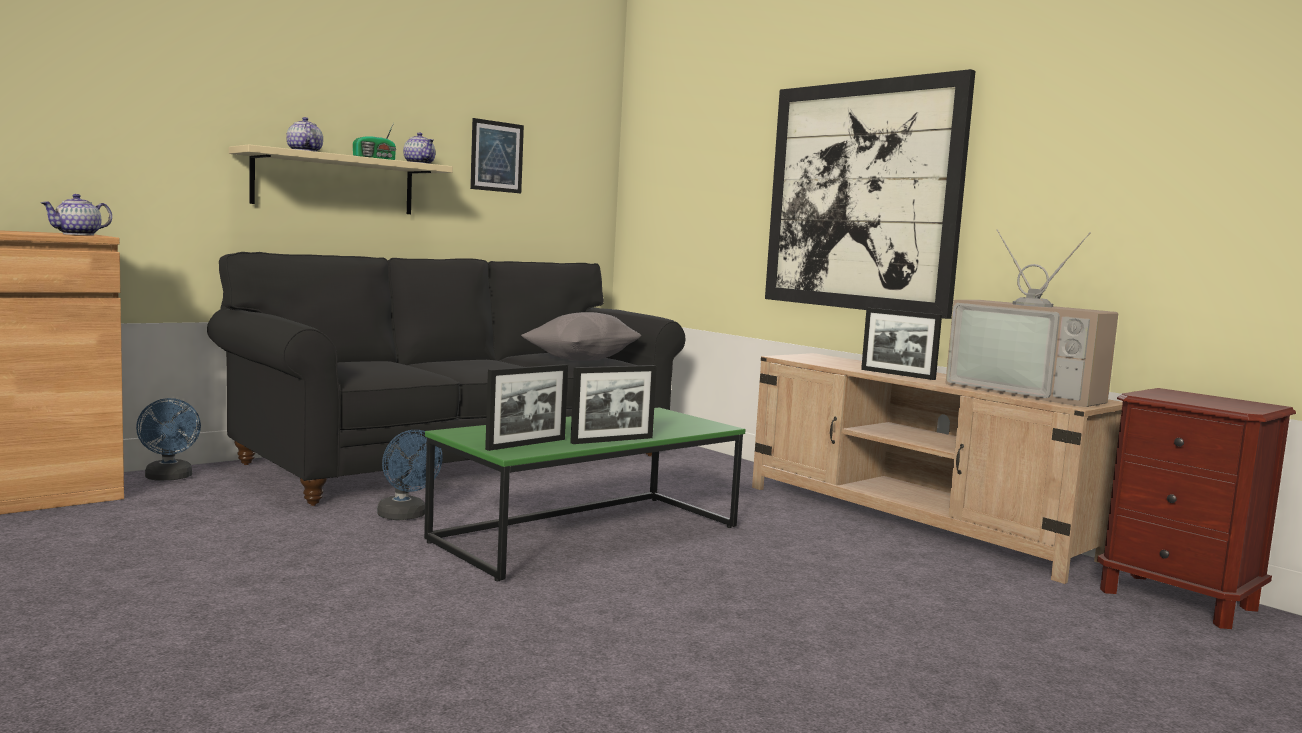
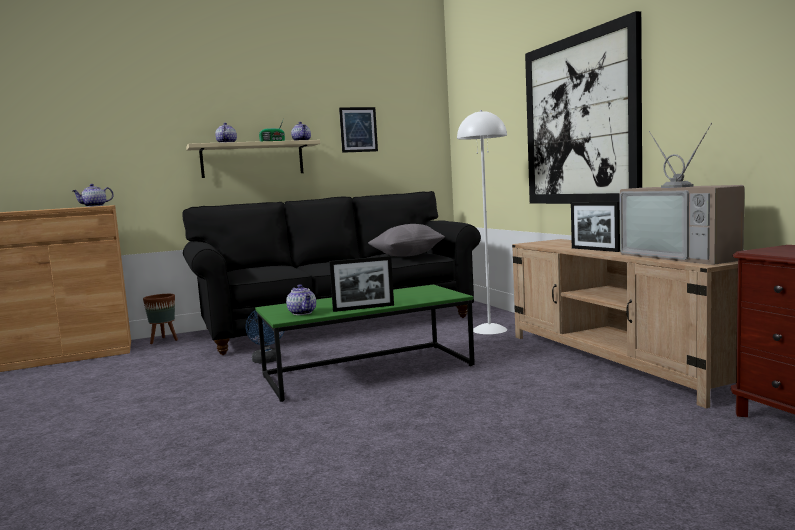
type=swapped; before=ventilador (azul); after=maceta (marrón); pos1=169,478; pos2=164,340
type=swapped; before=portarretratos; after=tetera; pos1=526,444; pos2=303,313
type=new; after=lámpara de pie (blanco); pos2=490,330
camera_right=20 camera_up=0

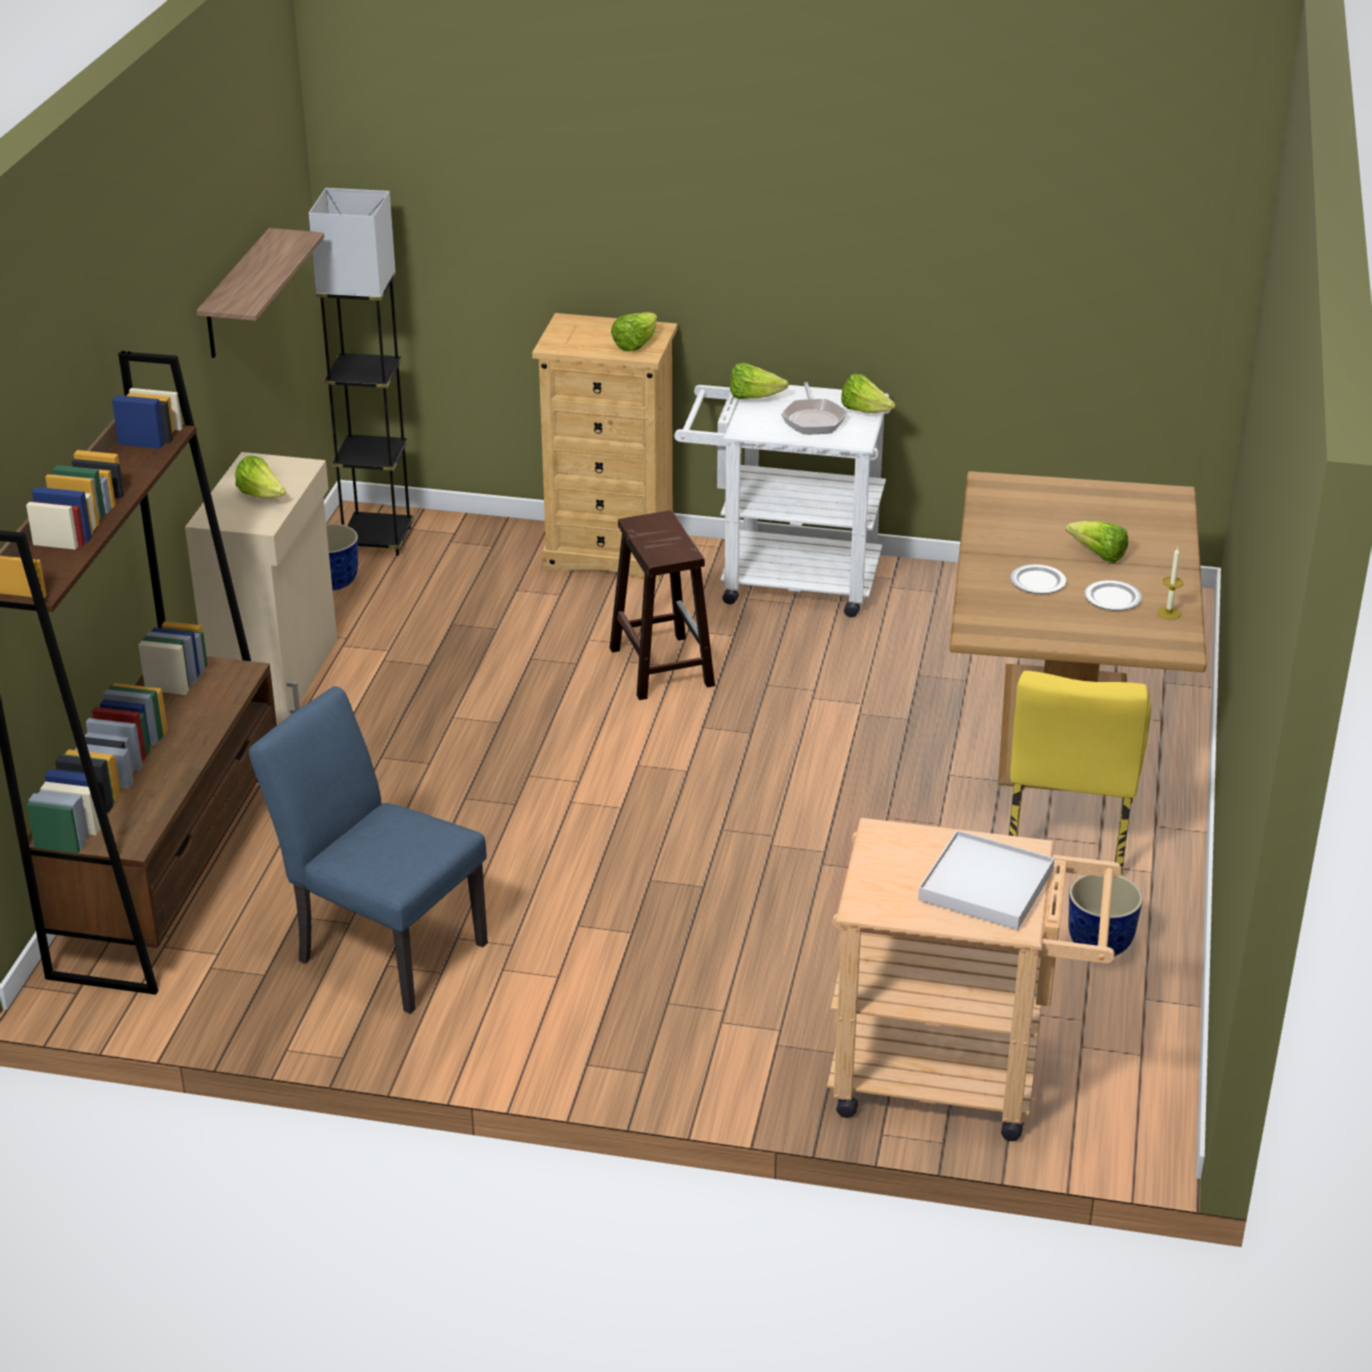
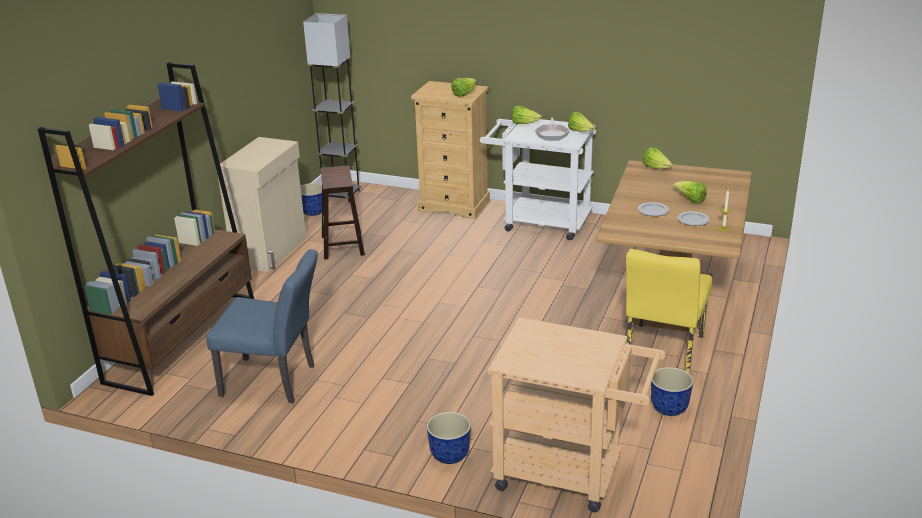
type=gone; before=estante; pos1=236,295
type=shifted; before=lechuga; pos1=262,496; pos2=656,168
type=rotated; before=silla (azul); pos1=381,947; pos2=275,381; turn=150
type=shifted; before=taburete (marrón); pos1=660,666; pos2=342,245
type=gone; before=bandeja (blanco); pos1=986,885
type=new; after=maceta; pos2=449,456
camera_right=10 camera_up=-5

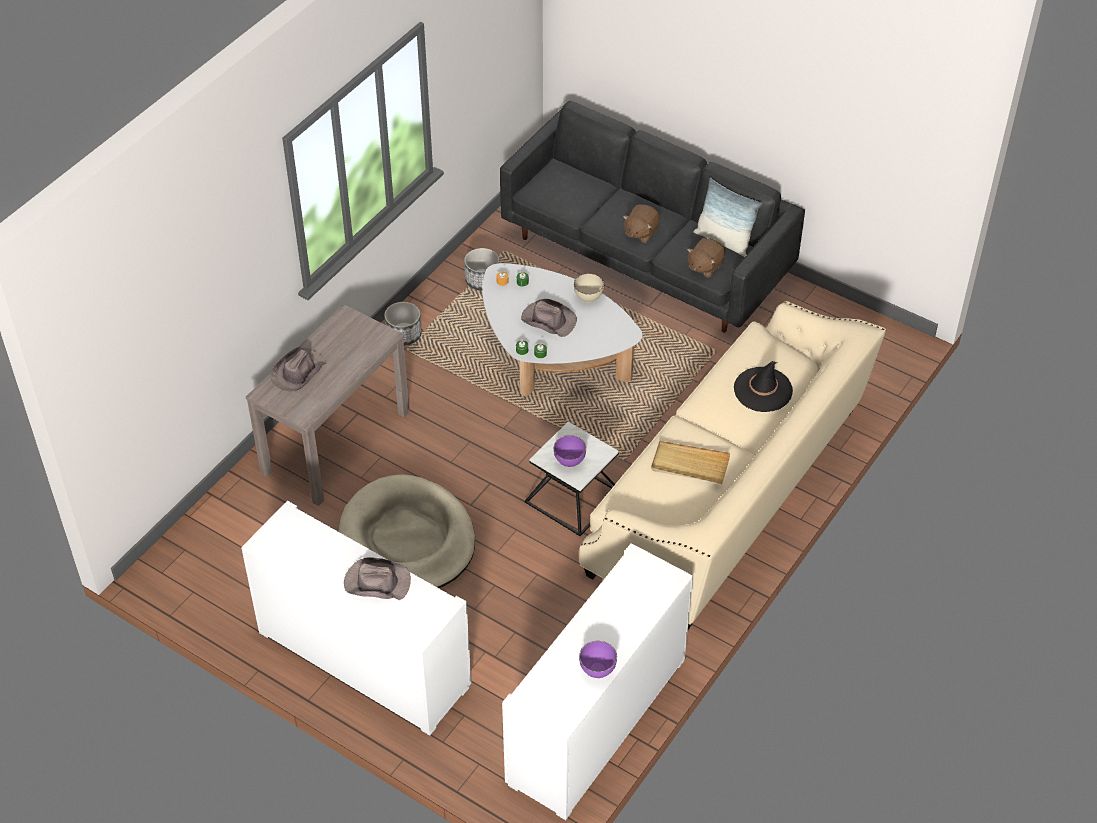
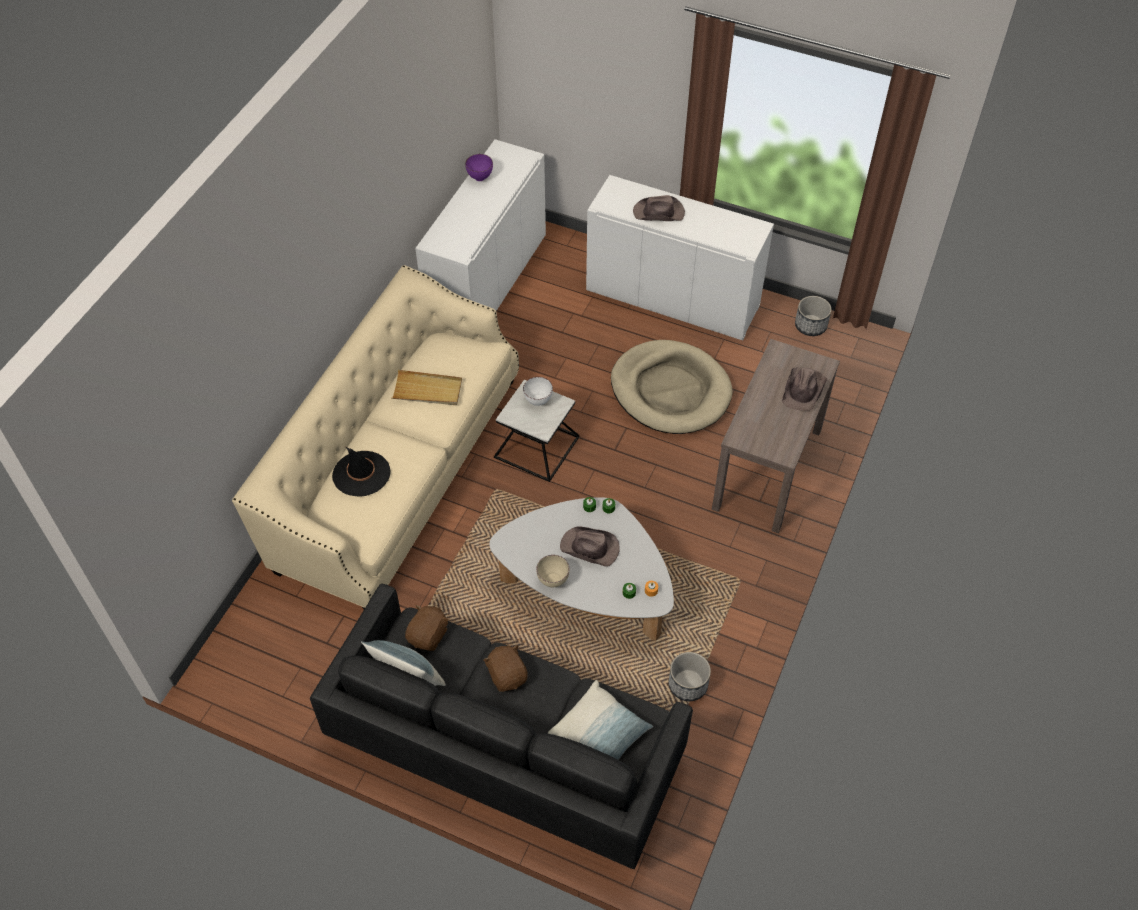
type=shifted; before=maceta; pos1=403,334; pos2=810,325
type=repainted; before=cuenco (morado); after=cuenco (blanco); pos1=569,462; pos2=538,402
type=rotated; before=peluche (marrón); pos1=641,232; pos2=507,675; turn=-45
type=new; after=cojín; pos2=600,735
camera_right=170 camera_up=5

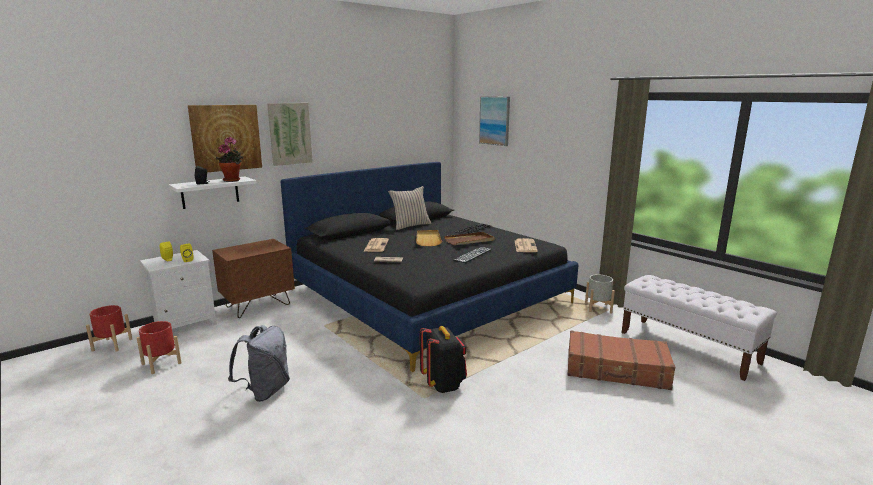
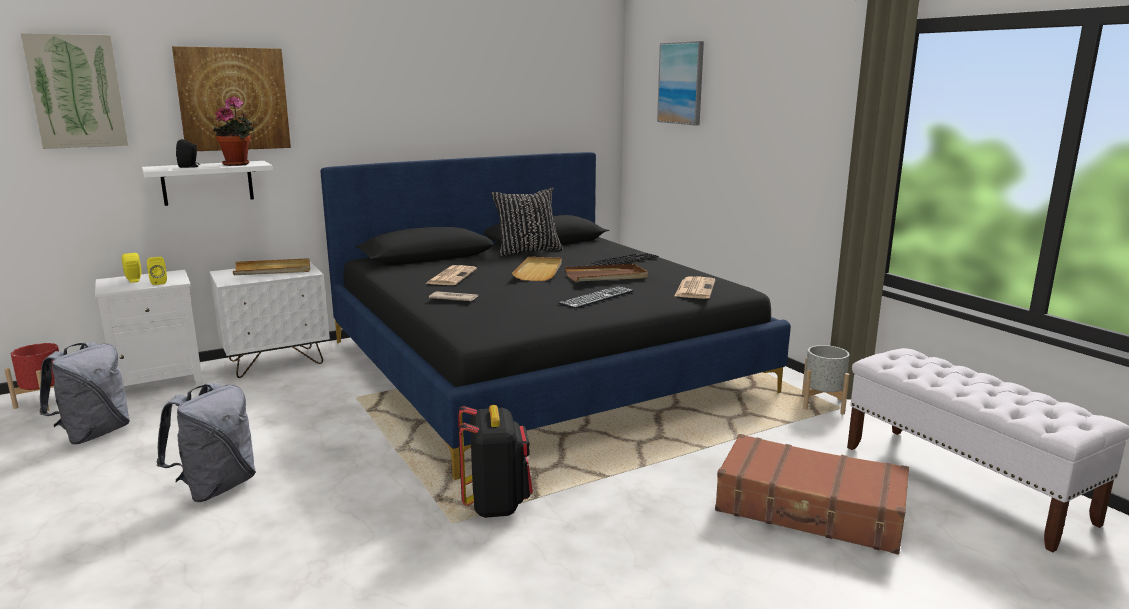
type=swapped; before=maceta (rojo); after=mochila (gris); pos1=161,363; pos2=94,434
type=repainted; before=mesita de noche (marrón); after=mesita de noche (blanco); pos1=258,306; pos2=276,362
type=shifted; before=cuadro; pos1=290,133; pos2=77,91
type=repainted; before=cojín (beis); after=cojín (negro); pos1=410,225; pos2=527,251
type=new; after=bandeja (beis); pos2=273,270
camera_right=10 camera_up=0

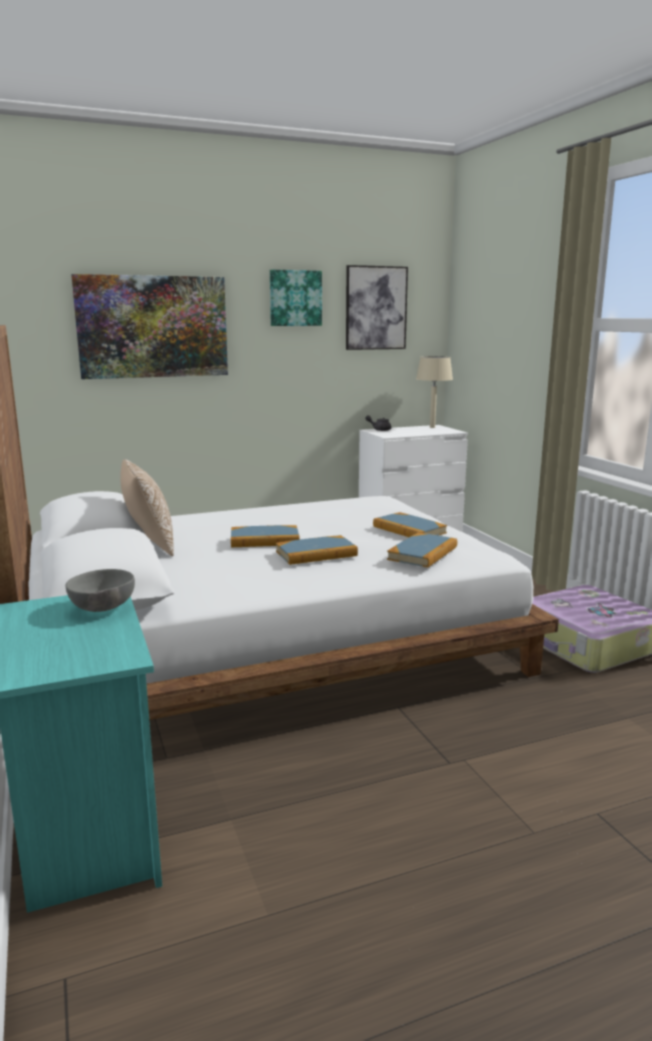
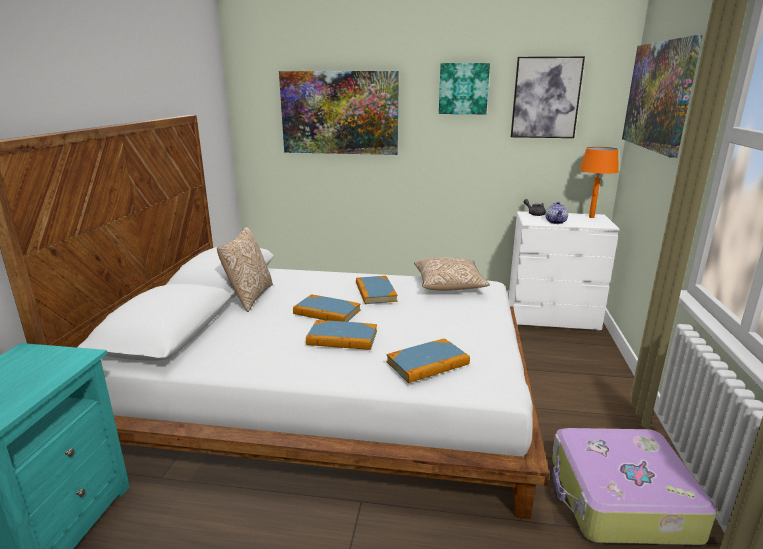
type=gone; before=cuenco (gris); pos1=102,609
type=shifted; before=libro; pos1=409,530; pos2=375,292
type=repainted; before=lámpara de mesa (beis); after=lámpara de mesa (naranja); pos1=432,427; pos2=591,217
type=new; after=cojín; pos2=449,285
type=new; after=tetera; pos2=556,222
type=new; after=cuadro; pos2=658,96
camera_right=30 camera_up=5

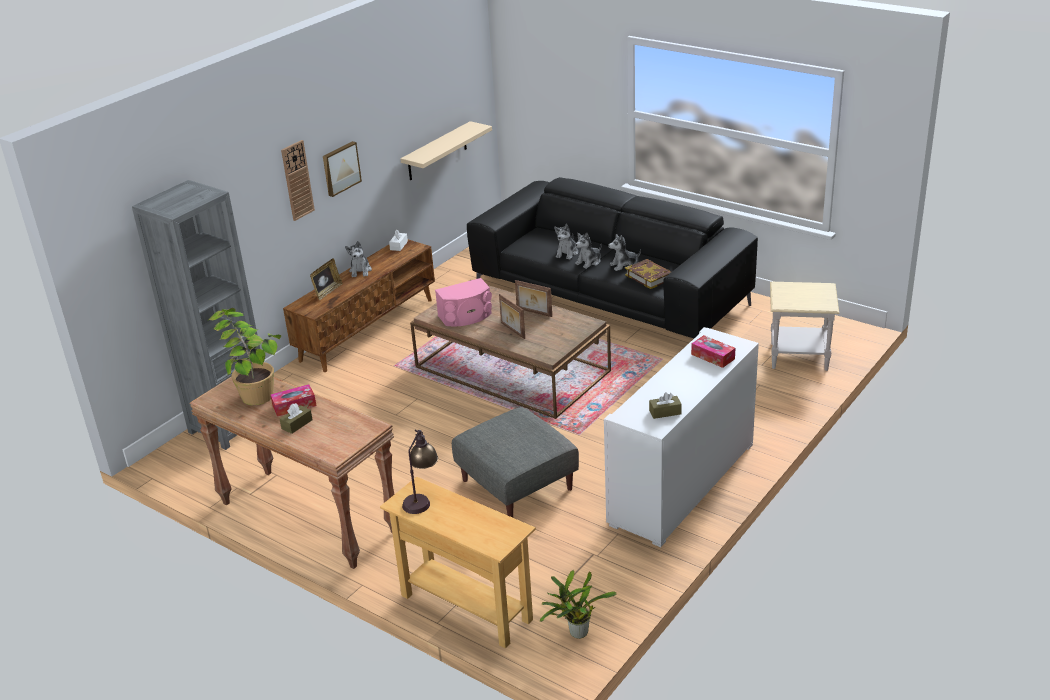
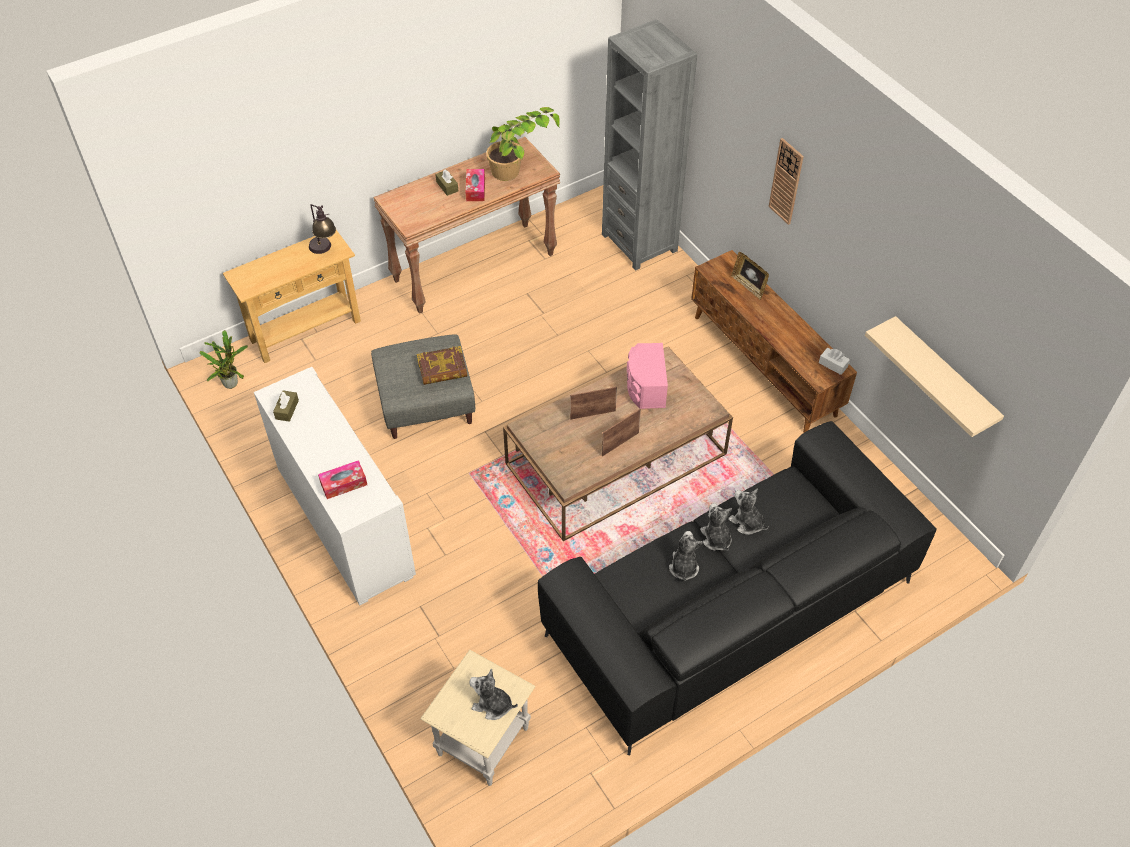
type=gone; before=cuadro; pos1=340,168
type=shifted; before=peluche; pos1=360,271; pos2=492,705
type=shifted; before=libro; pos1=649,277; pos2=442,369
camera_right=110 camera_up=20

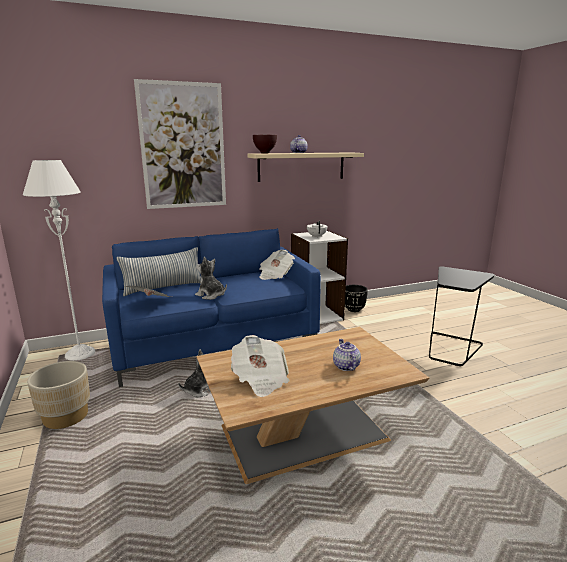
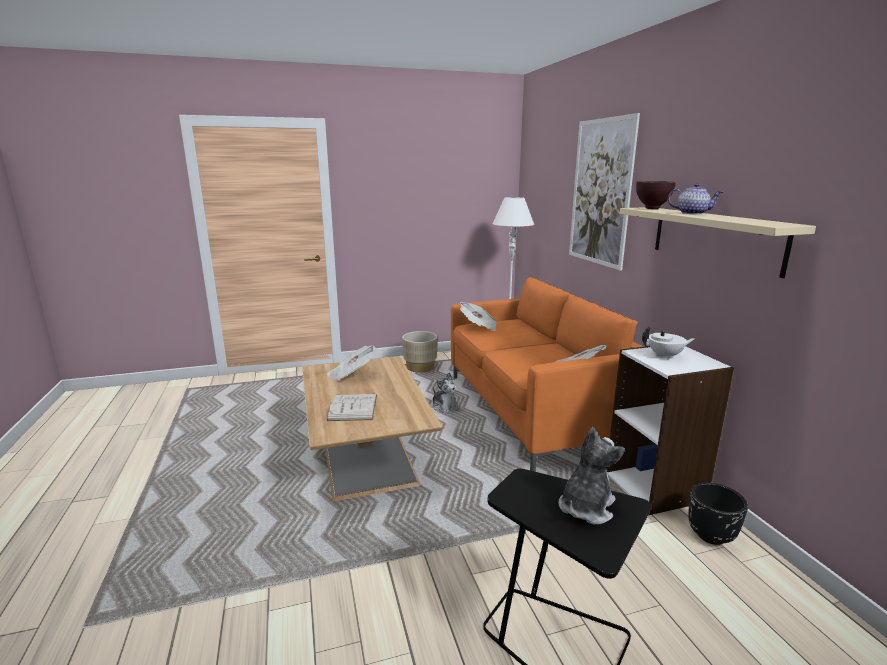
type=repainted; before=sofá (azul); after=sofá (naranja); pos1=214,345; pos2=533,410
type=gone; before=cojín; pos1=163,288
type=shifted; before=peluche; pos1=211,295; pos2=585,507
type=swapped; before=tetera; after=libro (blanco); pos1=345,366; pos2=353,407
camera_right=95 camera_up=0

